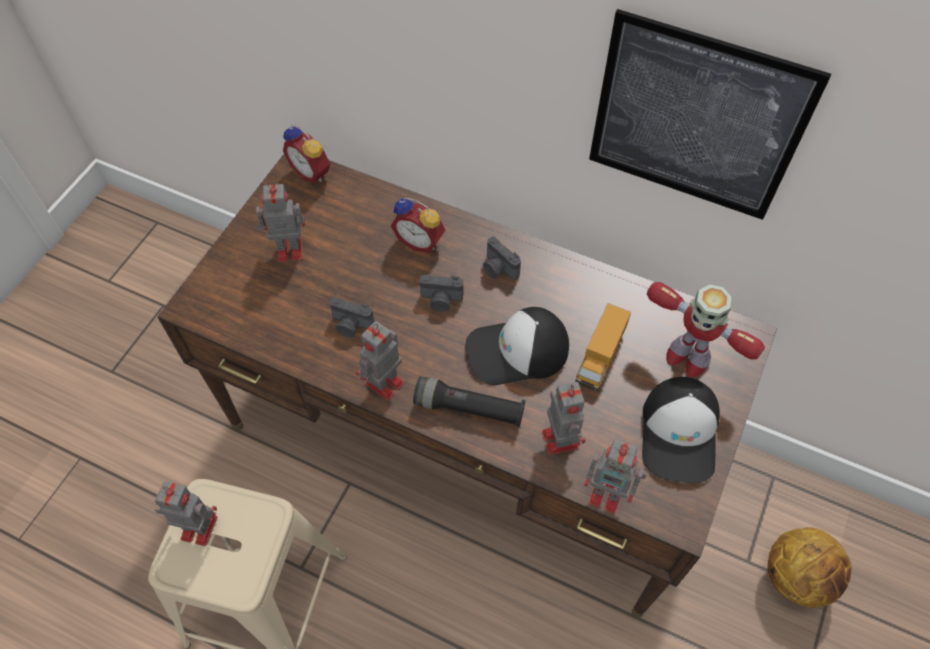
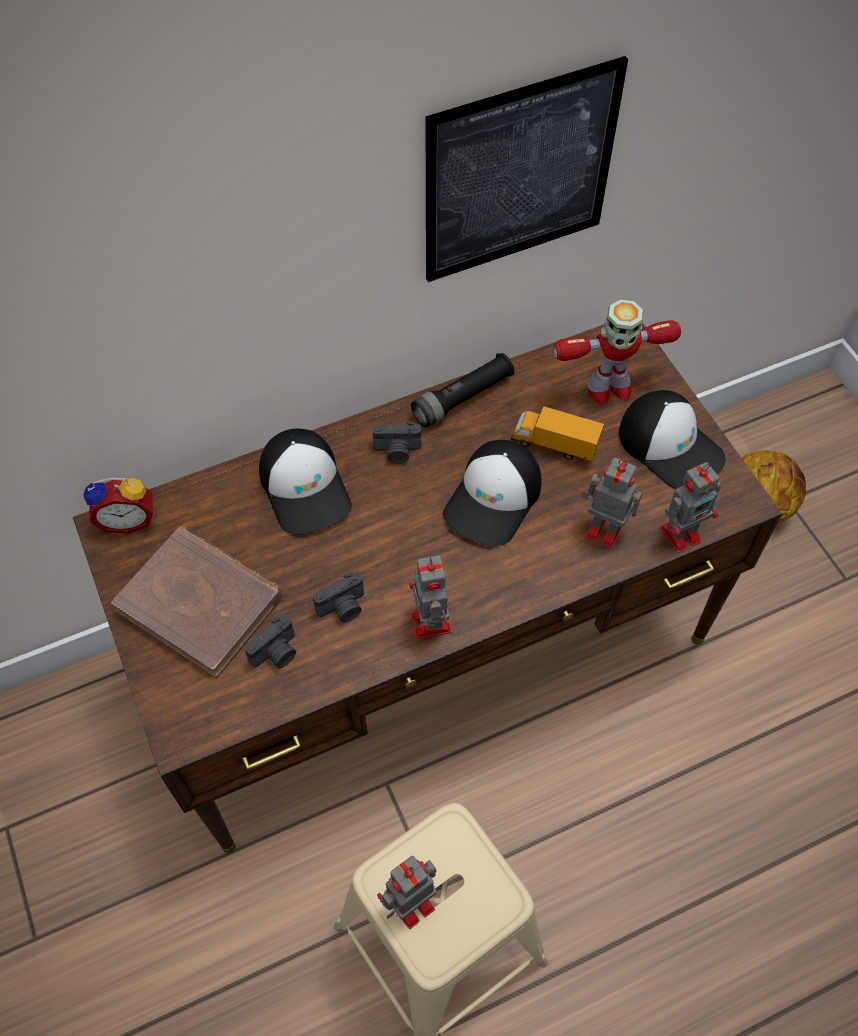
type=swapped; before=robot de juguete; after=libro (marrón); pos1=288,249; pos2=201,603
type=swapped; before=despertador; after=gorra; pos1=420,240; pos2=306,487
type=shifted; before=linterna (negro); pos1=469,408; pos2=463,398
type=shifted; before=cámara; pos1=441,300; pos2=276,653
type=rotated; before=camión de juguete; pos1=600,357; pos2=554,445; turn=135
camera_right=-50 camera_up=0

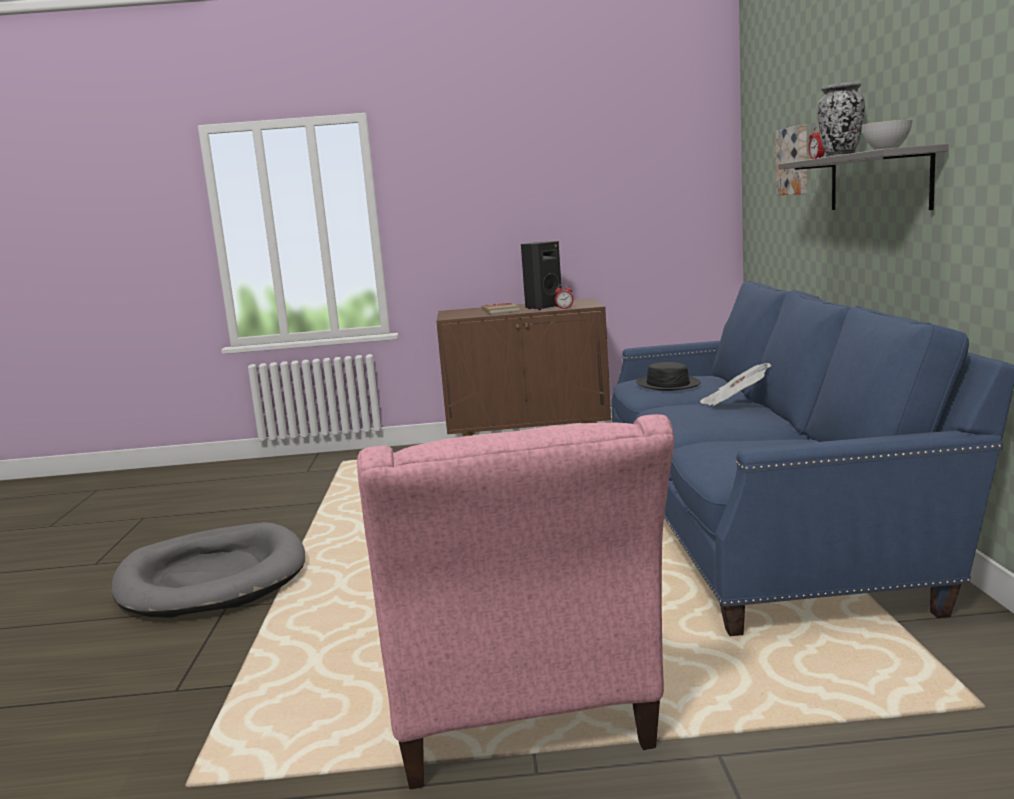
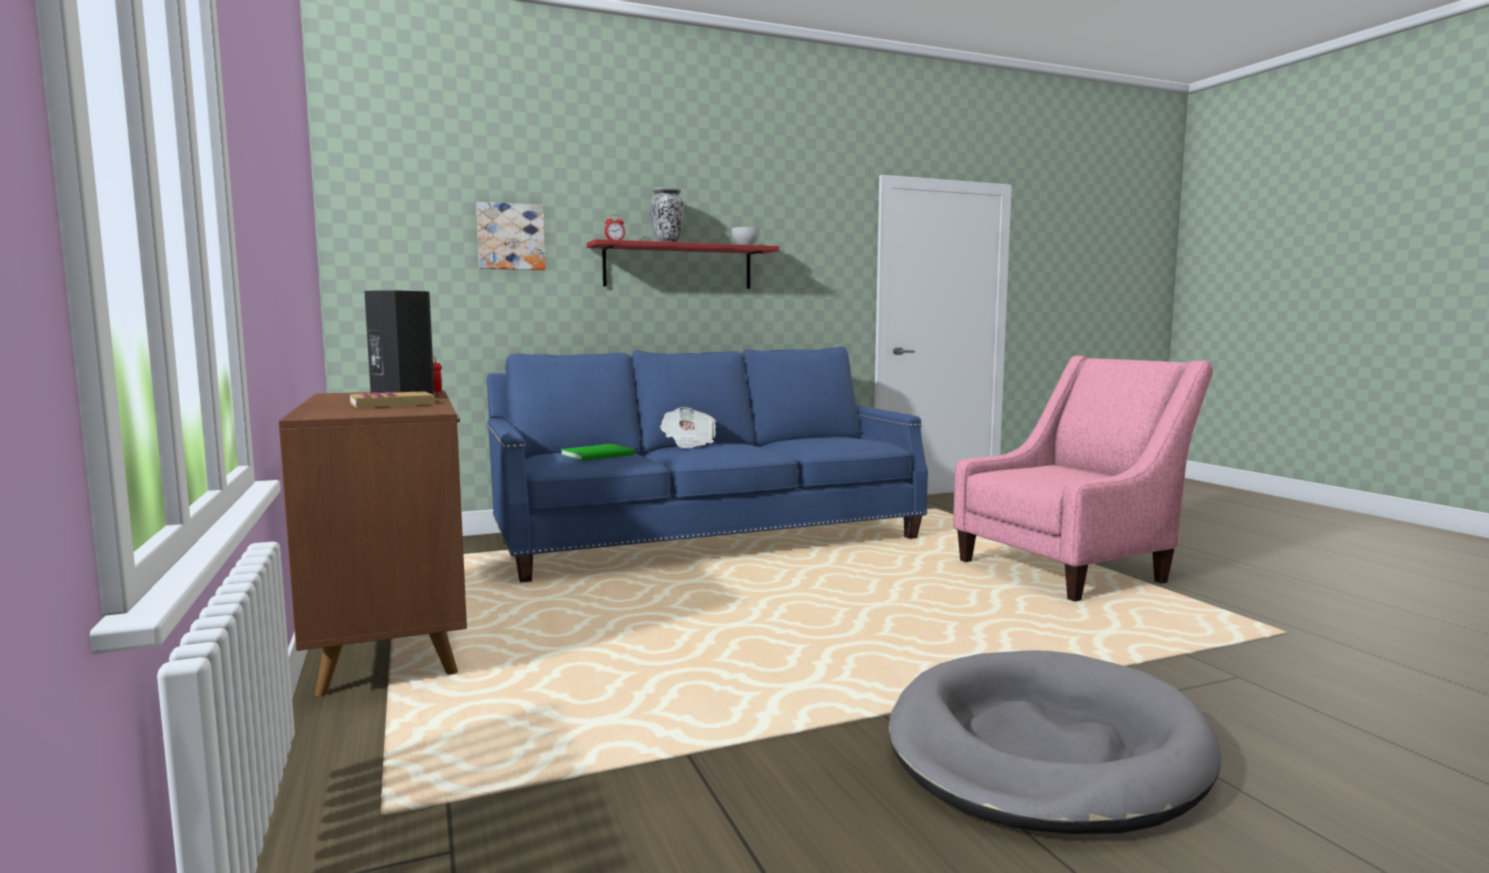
type=swapped; before=sombrero (negro); after=libro (verde); pos1=667,384; pos2=600,455
type=repainted; before=estante (gris); after=estante (rojo); pos1=878,181; pos2=678,267
camera_right=-110 camera_up=-5

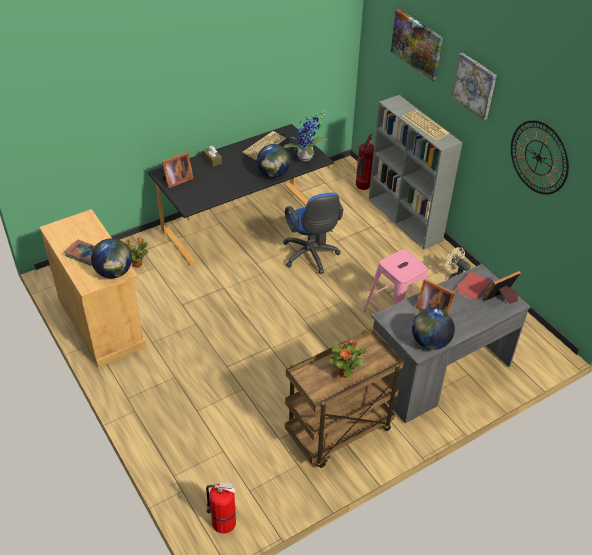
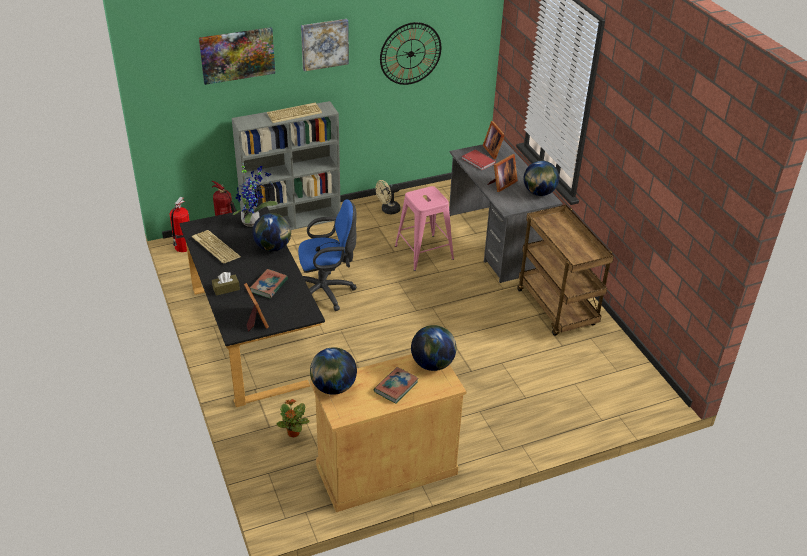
type=shifted; before=extintor; pos1=222,522; pos2=183,247
type=gone; before=planta en maceta; pos1=345,372
type=new; after=libro; pos2=269,286
type=new; after=globo terráqueo; pos2=333,387
camera_right=-80 camera_up=-5

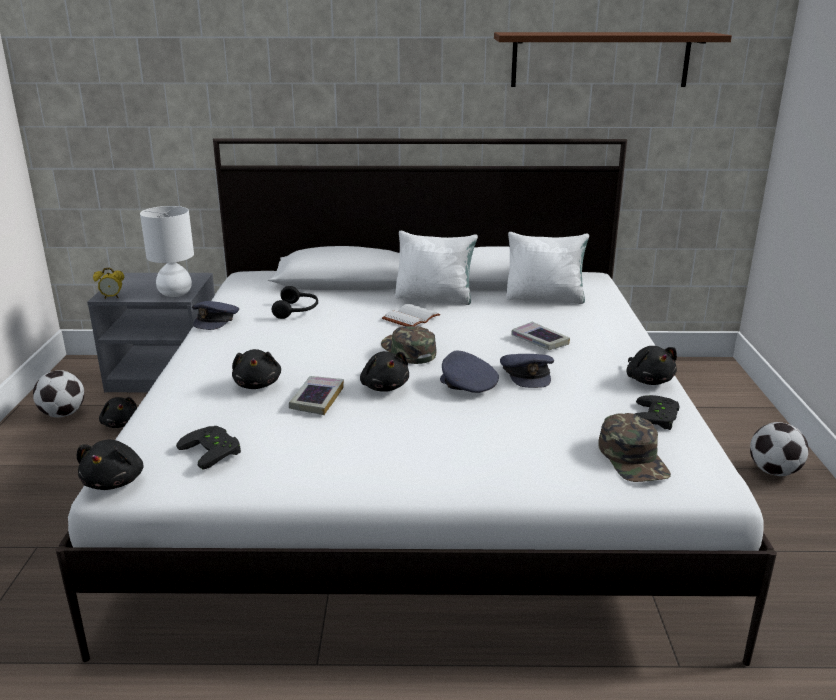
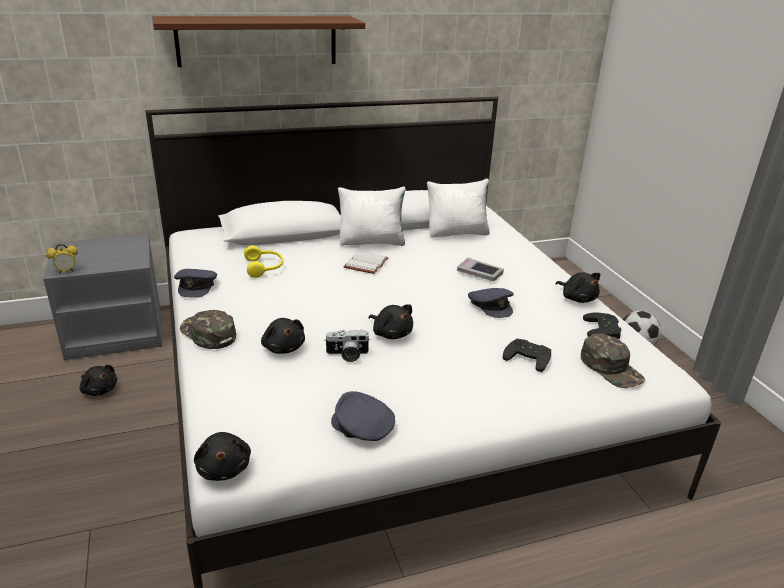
type=gone; before=balón de fútbol; pos1=63,414
type=gone; before=lámpara de mesa (blanco); pos1=176,293
type=shifted; before=mando de consola (negro); pos1=214,450; pos2=529,356
type=repainted; before=auriculares (negro); after=auriculares (amarillo); pos1=297,311; pos2=264,267
type=swapped; before=libro; after=cámara; pos1=317,399; pos2=347,355
type=shifted; before=gorra (verde); pos1=407,351; pos2=207,334
type=shifted; before=gorra (gris); pos1=467,384; pos2=362,427
type=shifted; before=estante (marrón); pos1=600,59; pos2=257,41
camera_right=-20 camera_up=5

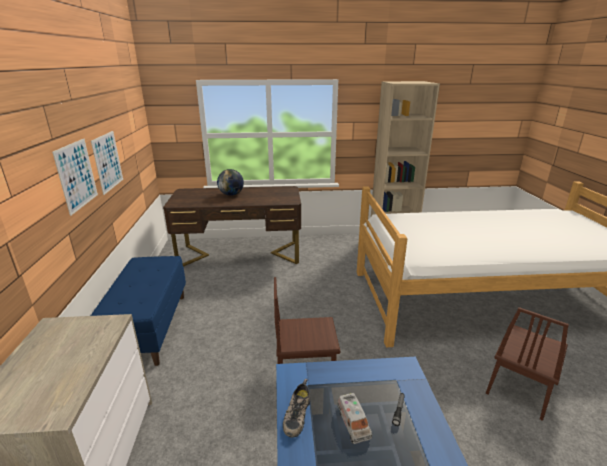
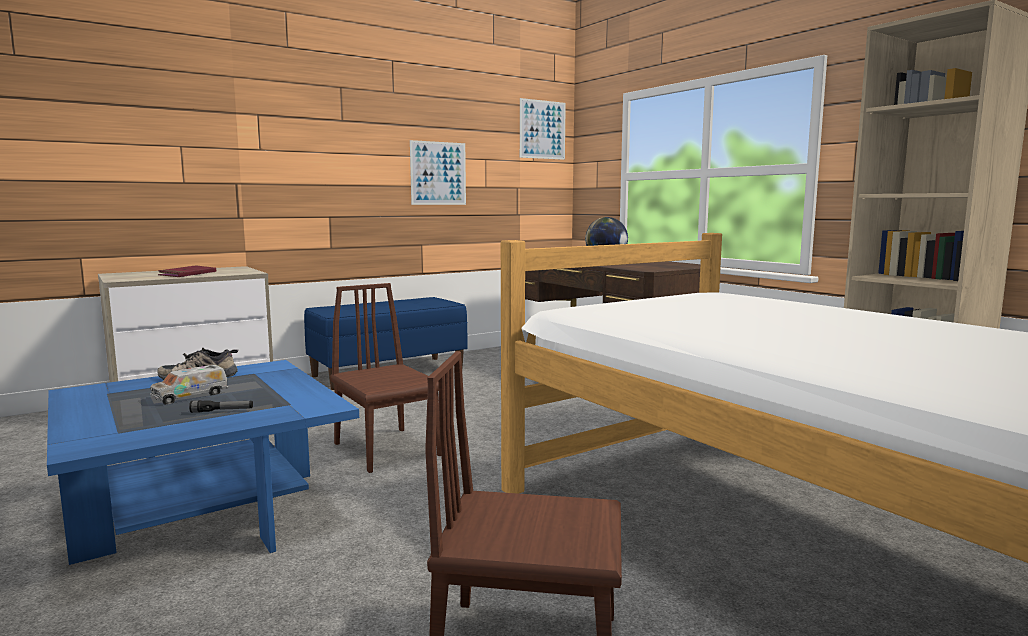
type=shifted; before=cuadro; pos1=77,175; pos2=542,129
type=new; after=libro (rojo); pos2=188,274
camera_right=60 camera_up=-15

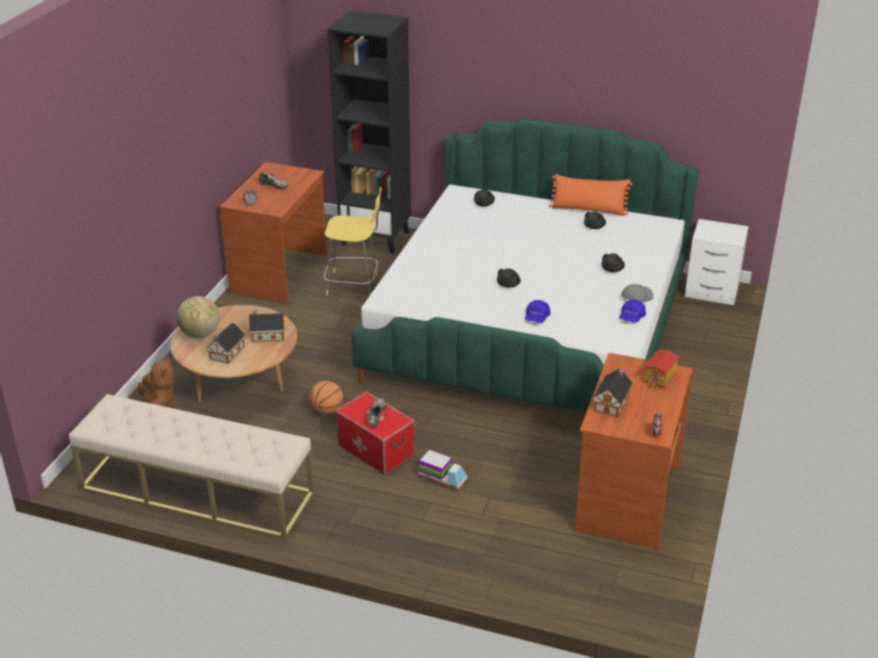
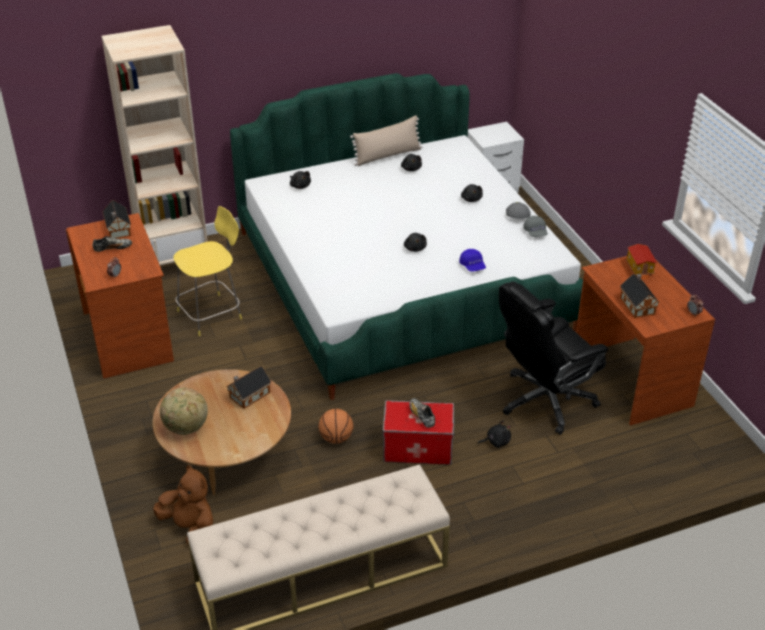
type=shifted; before=casita; pos1=226,353; pos2=118,230
type=repainted; before=estantería (negro); after=estantería (beis); pos1=376,238; pos2=174,261
type=swapped; before=camión de juguete; after=peluche (negro); pos1=442,479; pos2=496,441
type=repainted; before=cojín (naranja); after=cojín (beis); pos1=588,210; pos2=387,155
type=repainted; before=gorra (azul); after=gorra (gris); pos1=631,318; pos2=535,232
type=new; after=silla de oficina (negro); pos2=545,400
camera_right=-40 camera_up=5

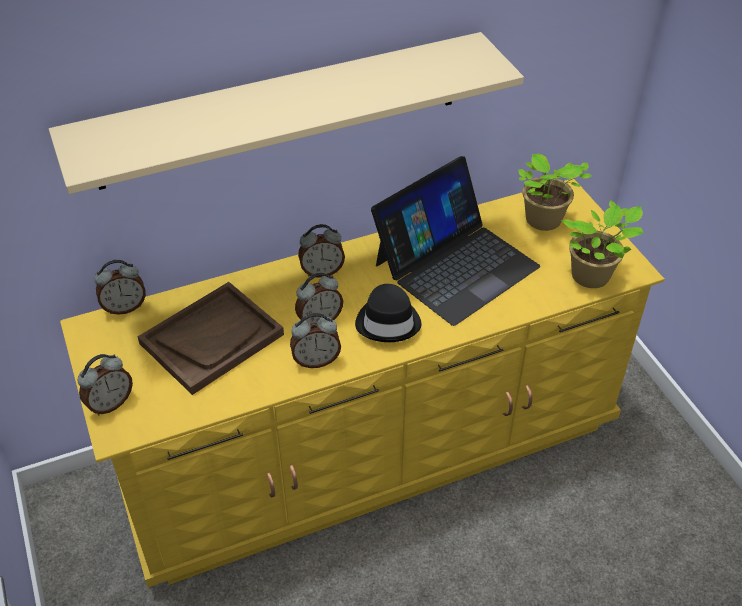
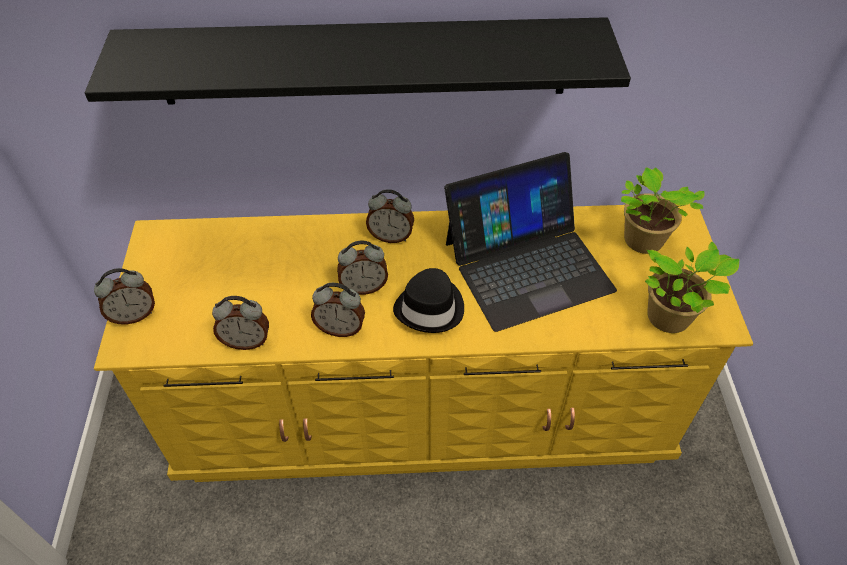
type=repainted; before=estante (beis); after=estante (negro); pos1=281,111; pos2=364,61
type=shifted; before=despertador; pos1=125,307; pos2=246,341
type=gone; before=bandeja (marrón); pos1=212,339
camera_right=20 camera_up=5

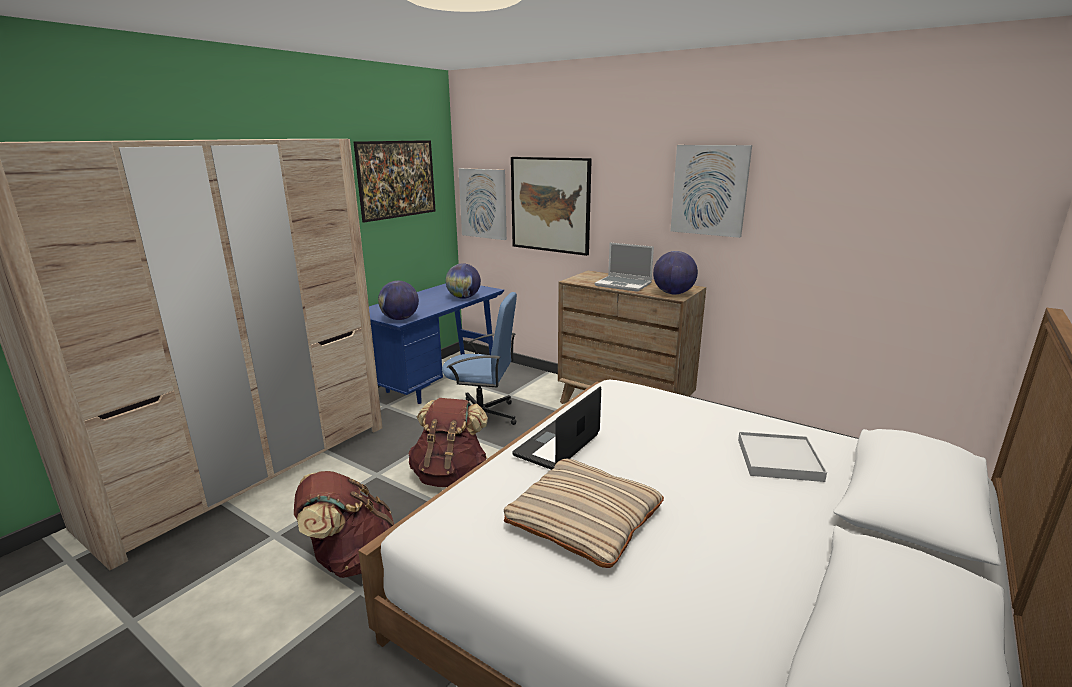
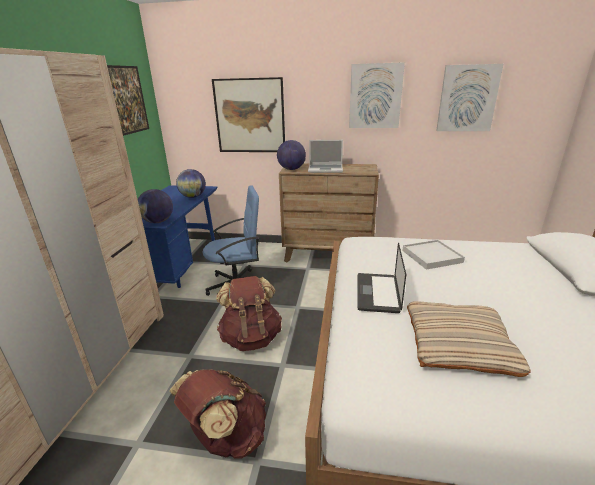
type=shifted; before=cuadro; pos1=483,203; pos2=467,98
type=shifted; before=globo terráqueo; pos1=673,293; pos2=291,169
type=shifted; before=bandeja (blanco); pos1=778,460; pos2=431,256
camera_right=-25 camera_up=5

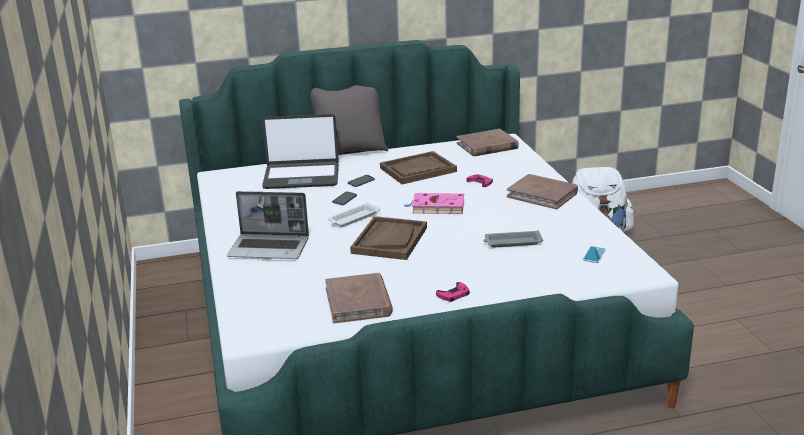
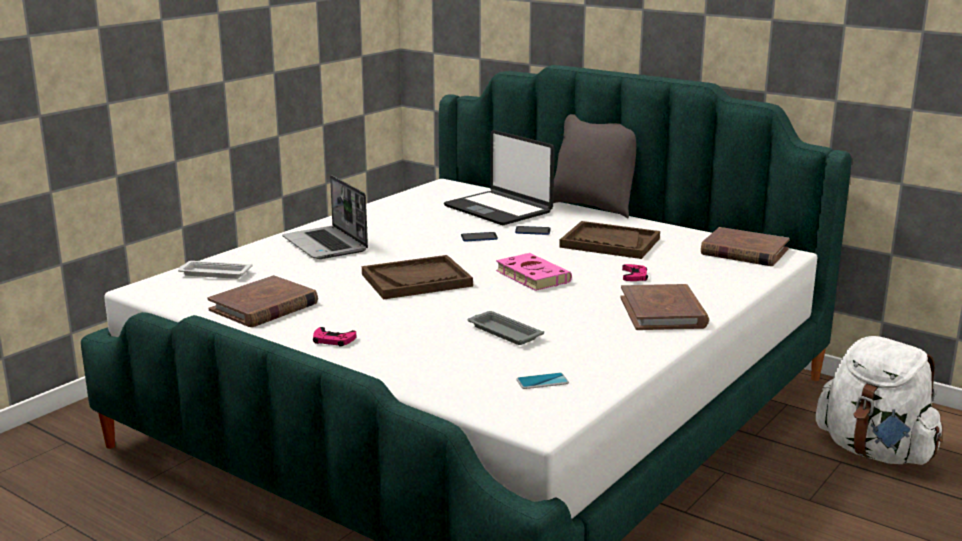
type=shifted; before=bandeja (blanco); pos1=353,218; pos2=214,273
camera_right=50 camera_up=-5

